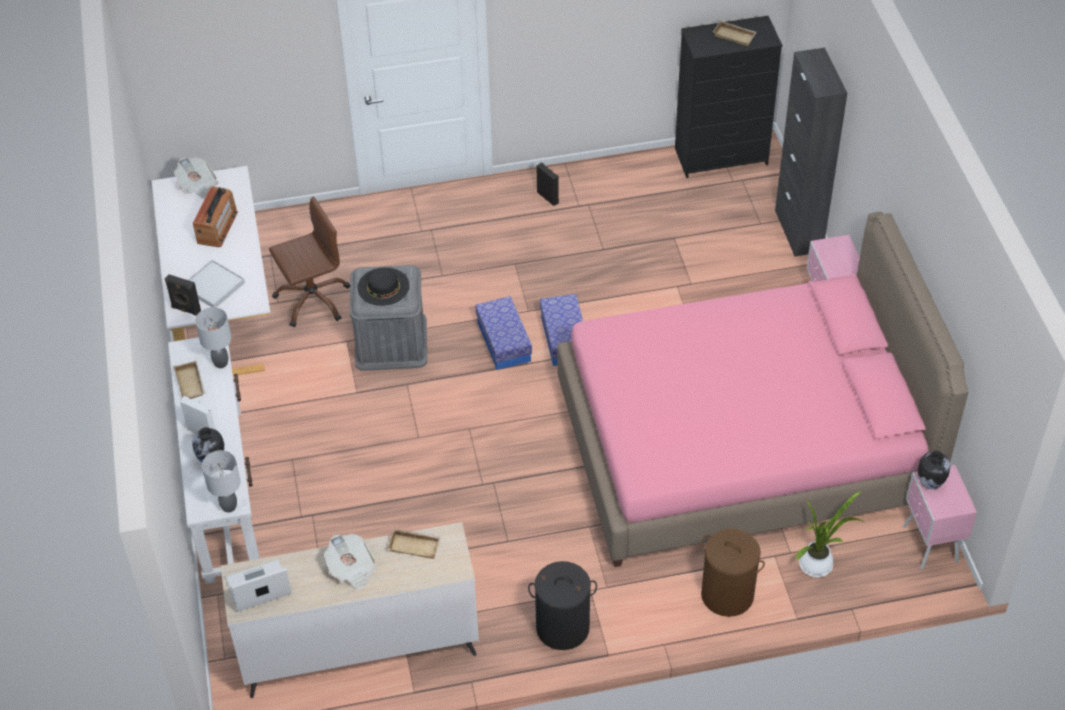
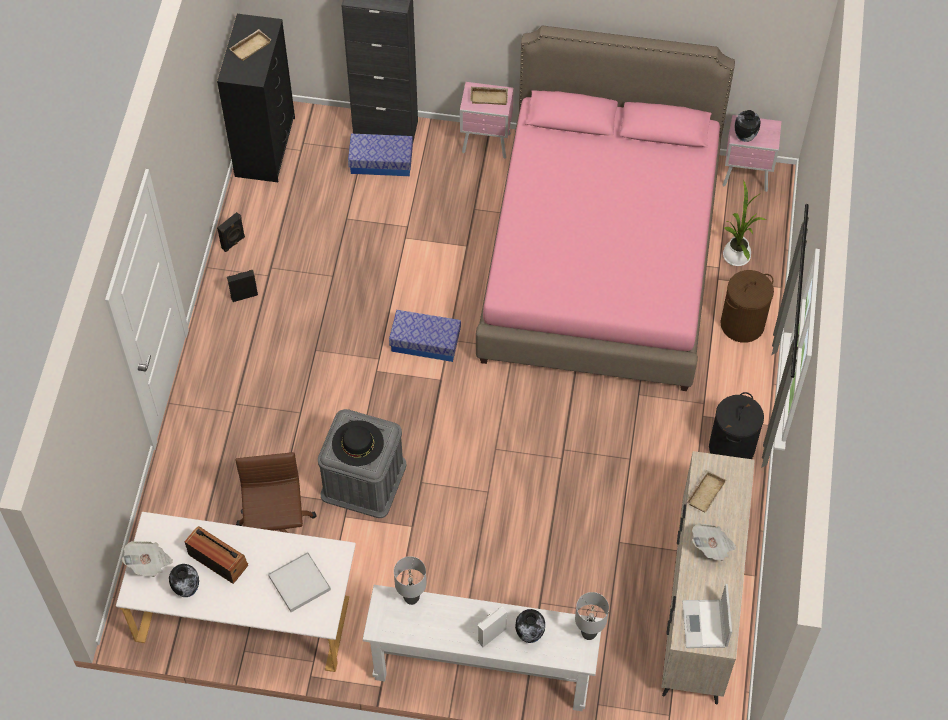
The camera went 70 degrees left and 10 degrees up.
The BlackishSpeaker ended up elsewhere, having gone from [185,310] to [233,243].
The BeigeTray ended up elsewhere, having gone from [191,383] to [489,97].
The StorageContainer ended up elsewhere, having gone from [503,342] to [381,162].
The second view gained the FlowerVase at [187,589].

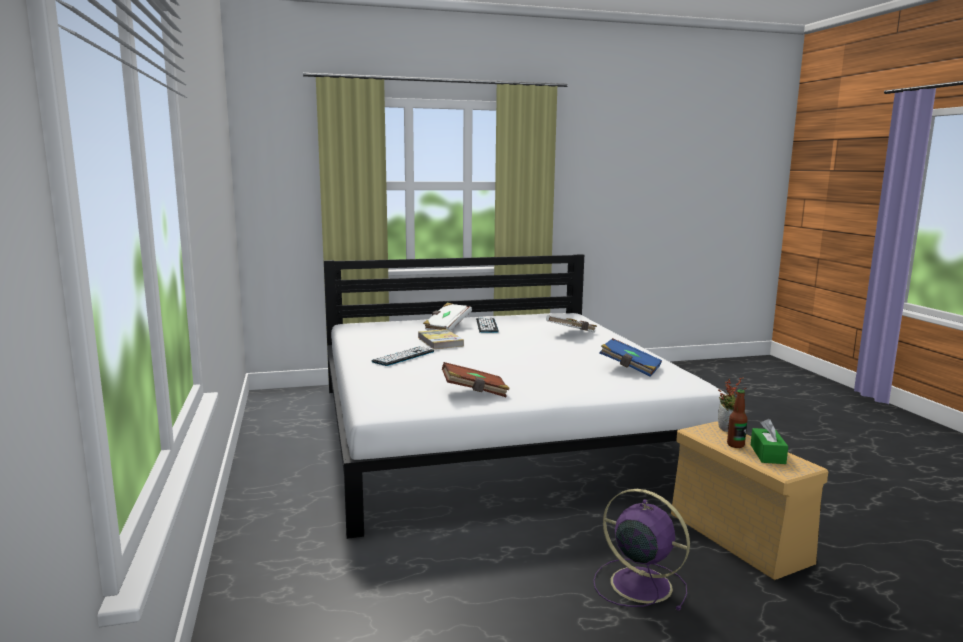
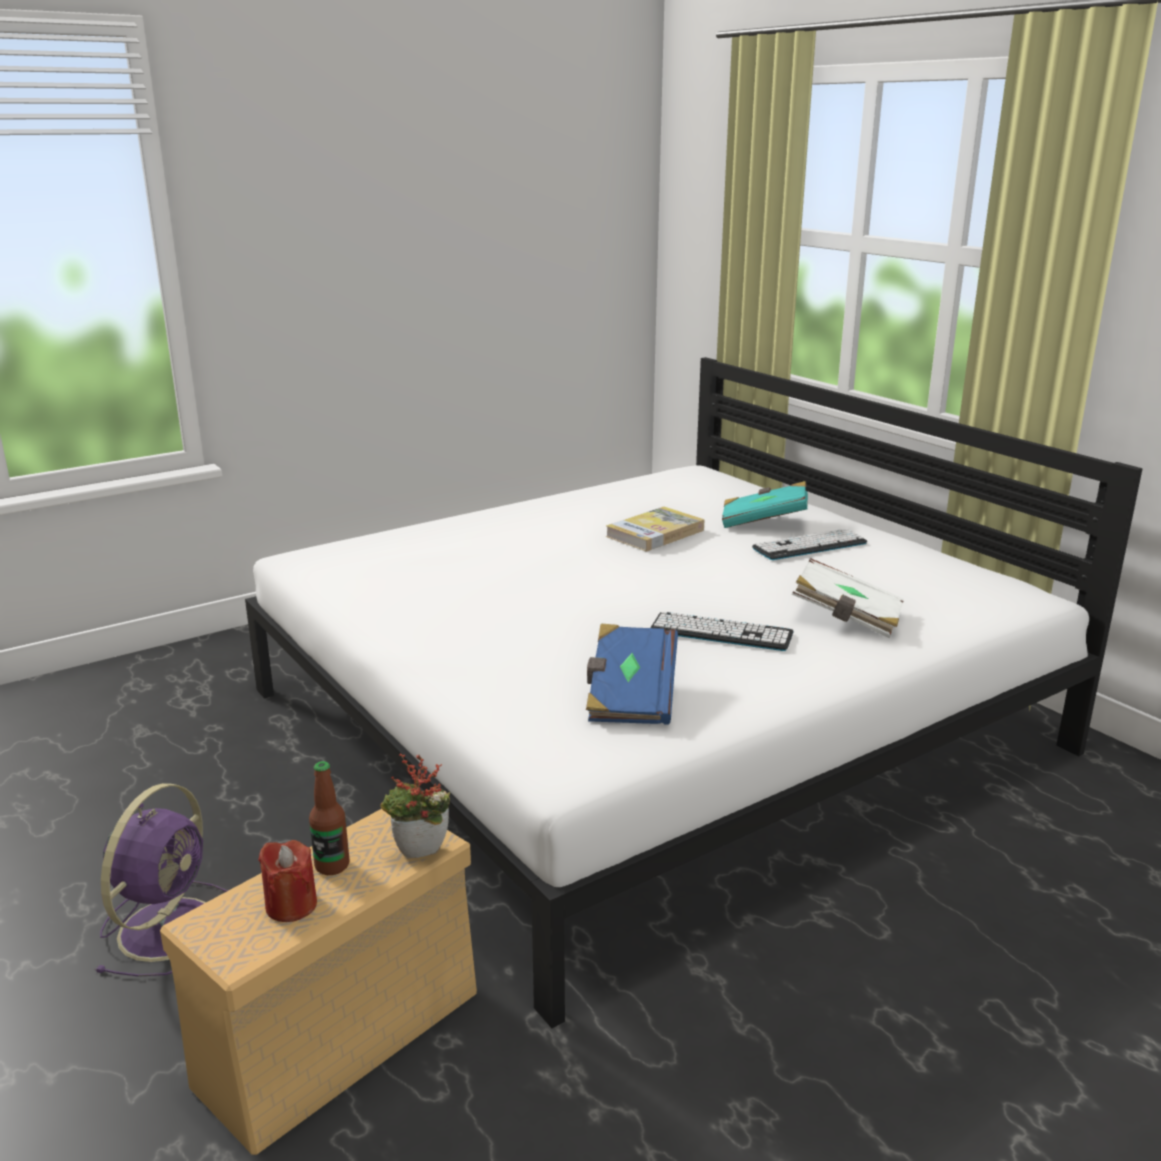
The camera went 70 degrees right and 10 degrees up.
The ComputerKeyboard ended up elsewhere, having gone from [403,356] to [721,632].
What was the WhitishBook at [447,327] turned into the TurquoiseColouredBook at [763,522].
The second view lost the BrownBook at [475,392].
Where the GreenTissueBox stood at [767,454], the RedWaxLight came to stand at [291,905].

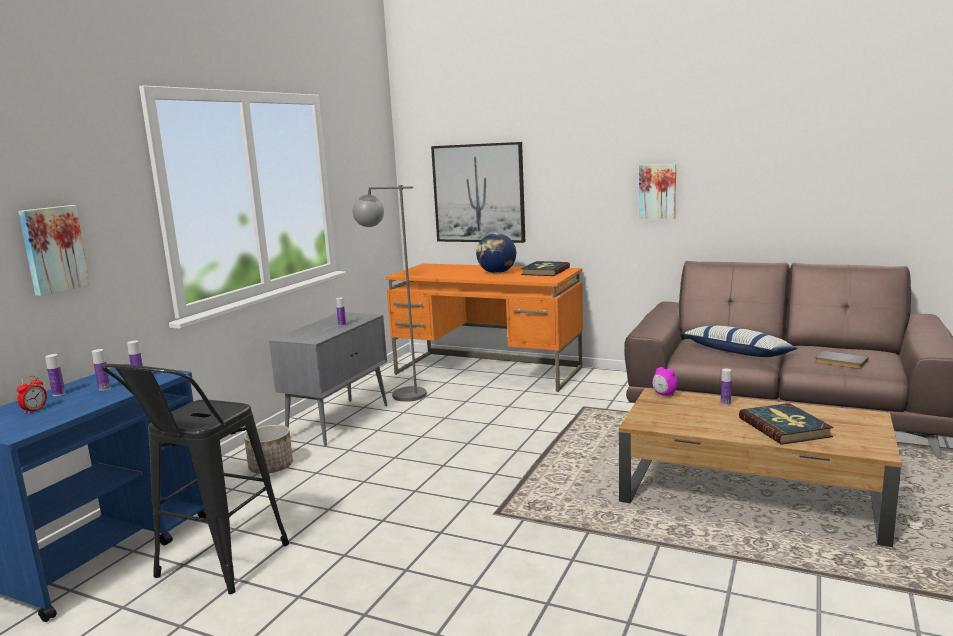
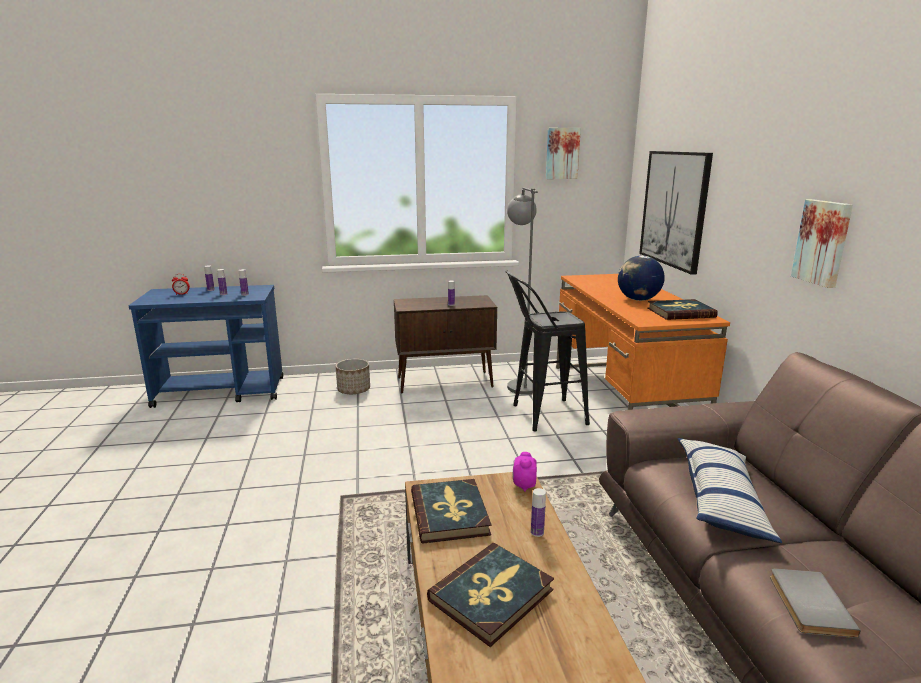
The camera went 55 degrees right and 5 degrees up.
The Picture ended up elsewhere, having gone from [53,249] to [562,153].
The BlackishSittingStool ended up elsewhere, having gone from [213,568] to [541,415].
What was the GreyCupboard at [339,421] turned into the BrownCupboard at [446,382].
The second view gained the Book at [450,514].

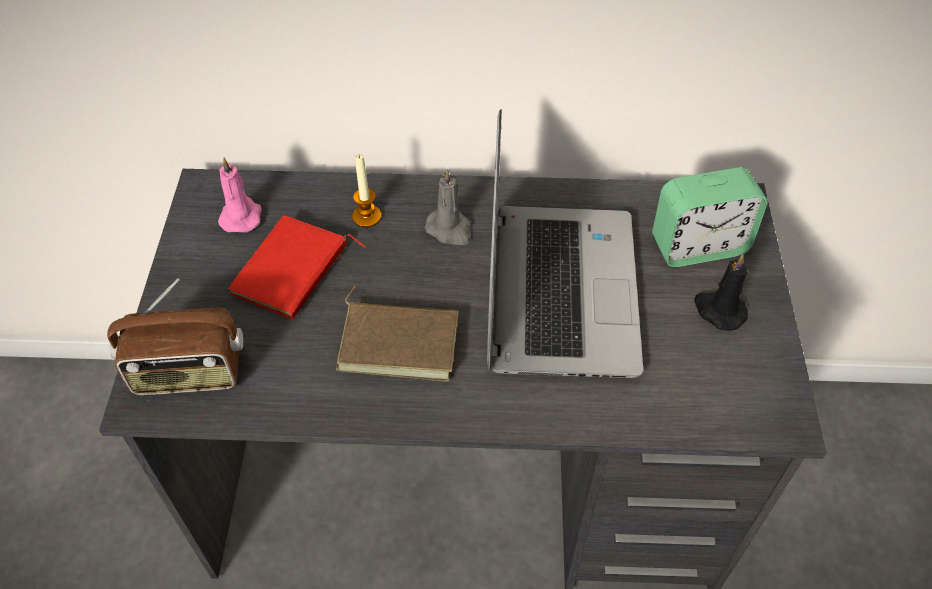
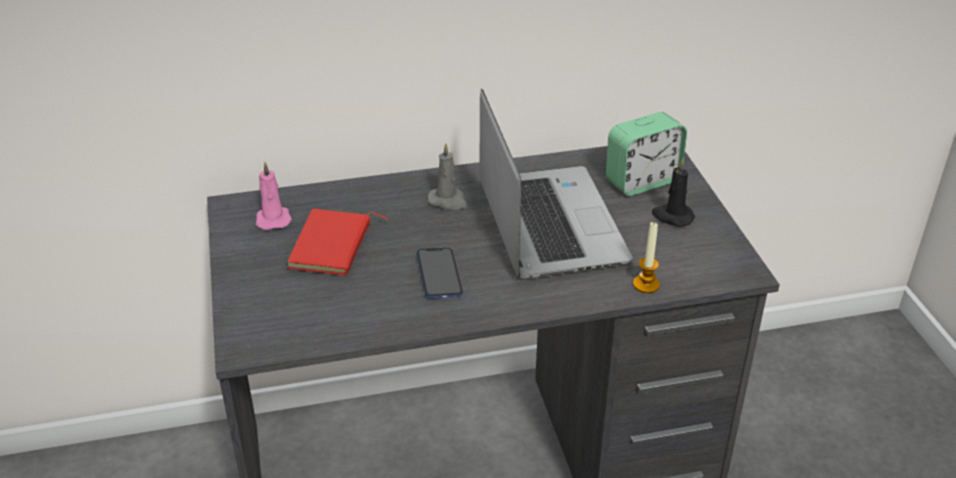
The camera went 15 degrees left and 15 degrees down.
The second view lost the Radio at [188,373].
Where the BrownBook stood at [400,341], the Phone came to stand at [439,274].
The WaxLight ended up elsewhere, having gone from [366,216] to [646,284].

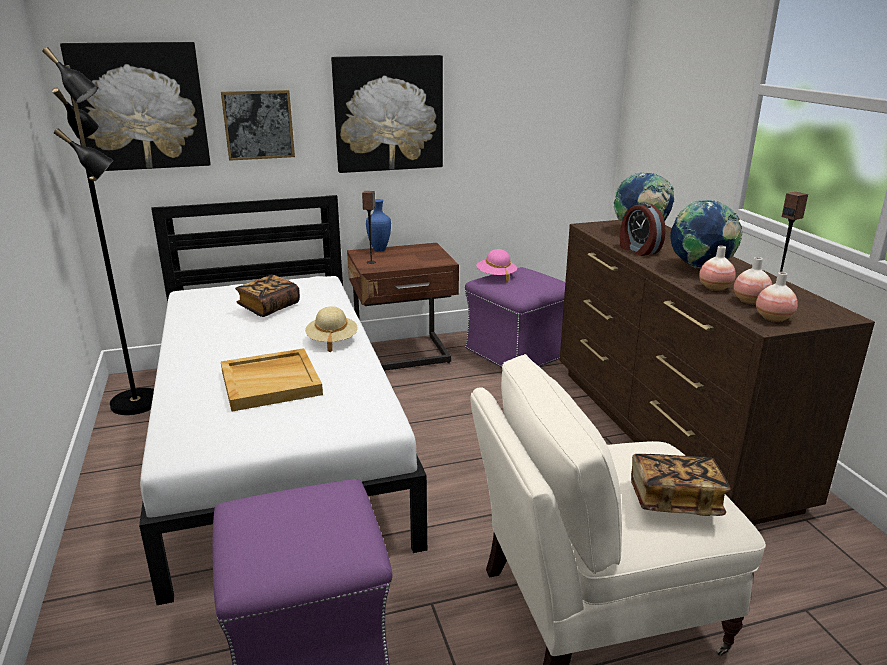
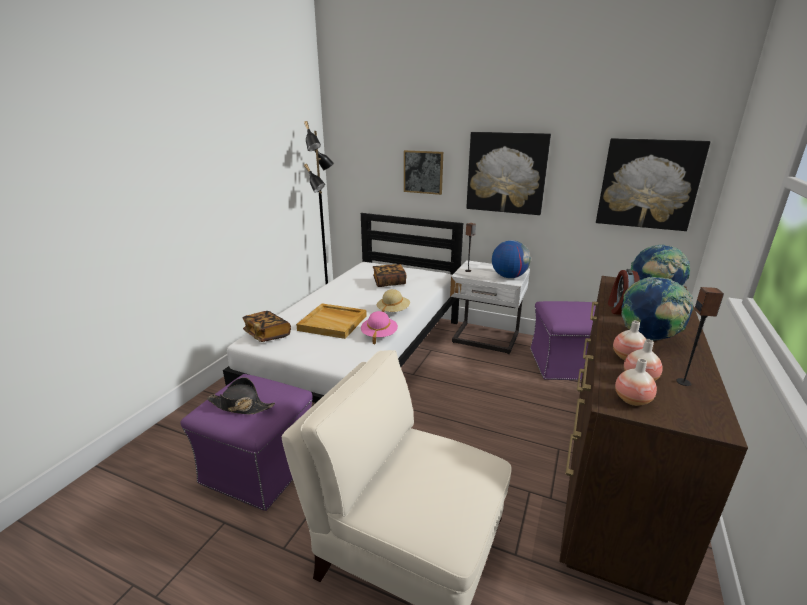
The camera went 40 degrees right and 0 degrees up.
The Picture ended up elsewhere, having gone from [140,106] to [648,184].
What was the BrownBedsideTable at [404,356] turned into the WhitishBedsideTable at [485,339].
The second view lost the BluishFlowerVase at [378,250].
The PinkWearableHat ended up elsewhere, having gone from [496,276] to [379,335].
The Book ended up elsewhere, having gone from [674,500] to [267,334].
The second view gained the BlackishWearableHat at [240,406].
The second view gained the DeskGlobe at [509,277].

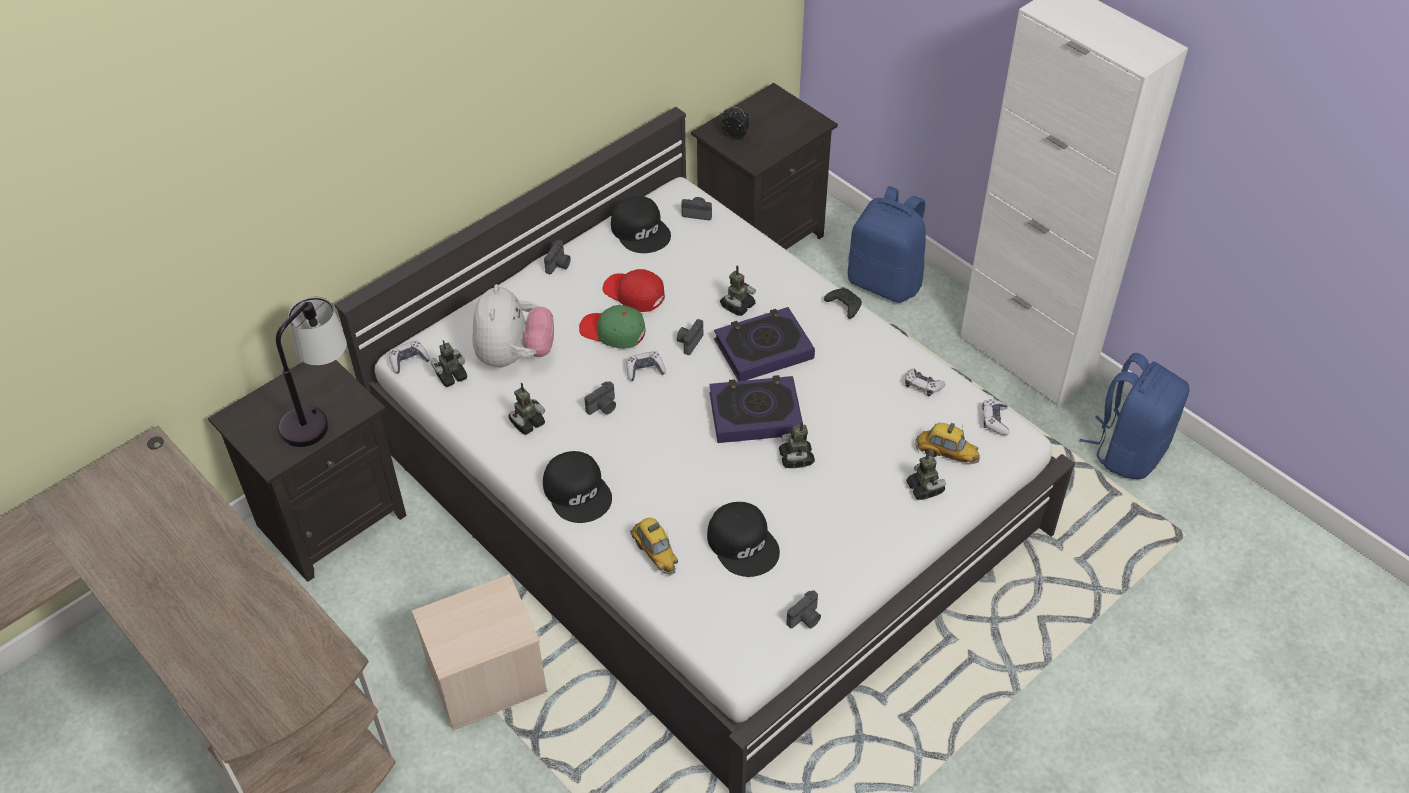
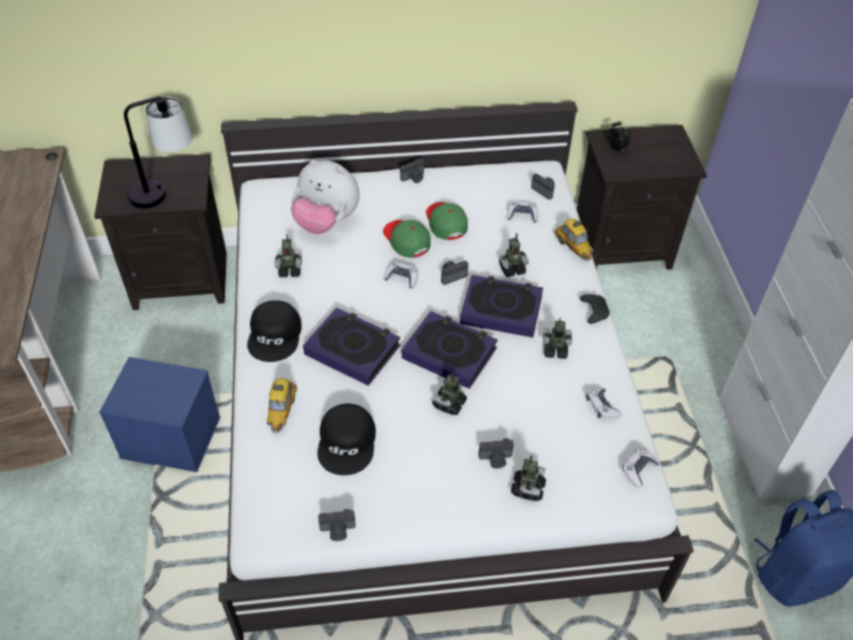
The camera went 35 degrees right and 0 degrees up.
The Gamepad ended up elsewhere, having gone from [409,360] to [522,215].
What was the BeigeStorageContainer at [485,679] turned into the BluishStorageContainer at [169,438].
The ToyRobot ended up elsewhere, having gone from [451,376] to [555,349].
The SoftToy at [514,356] ended up facing another way, 75 degrees clockwise from before.
The PhotoCamera ended up elsewhere, having gone from [603,407] to [496,459].
What was the RedCap at [634,294] turned into the GreenCap at [445,223].
The second view lost the BlackishCap at [641,230].
The second view lost the BluishBackpack at [885,282].
The MiniatureCar ended up elsewhere, having gone from [946,454] to [573,247].
The second view gained the Book at [352,350].

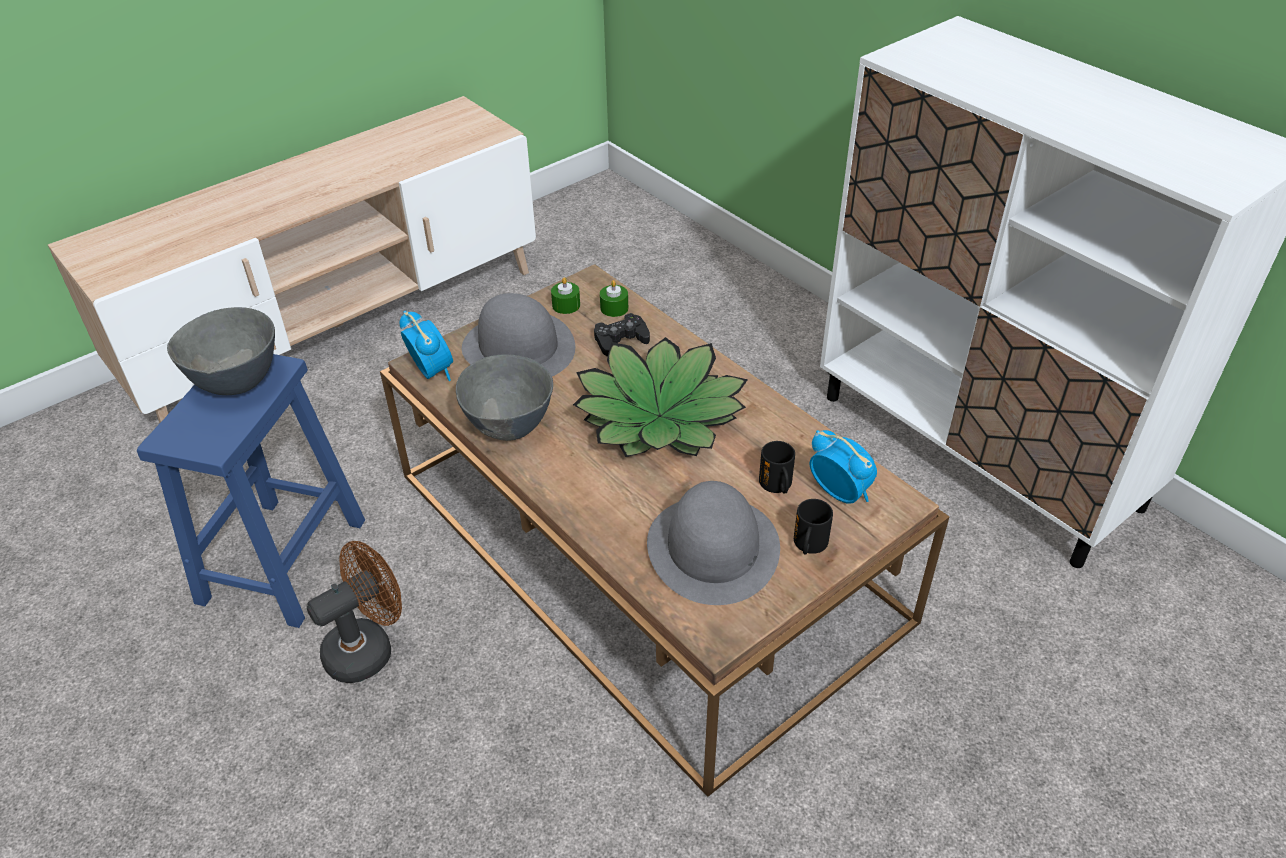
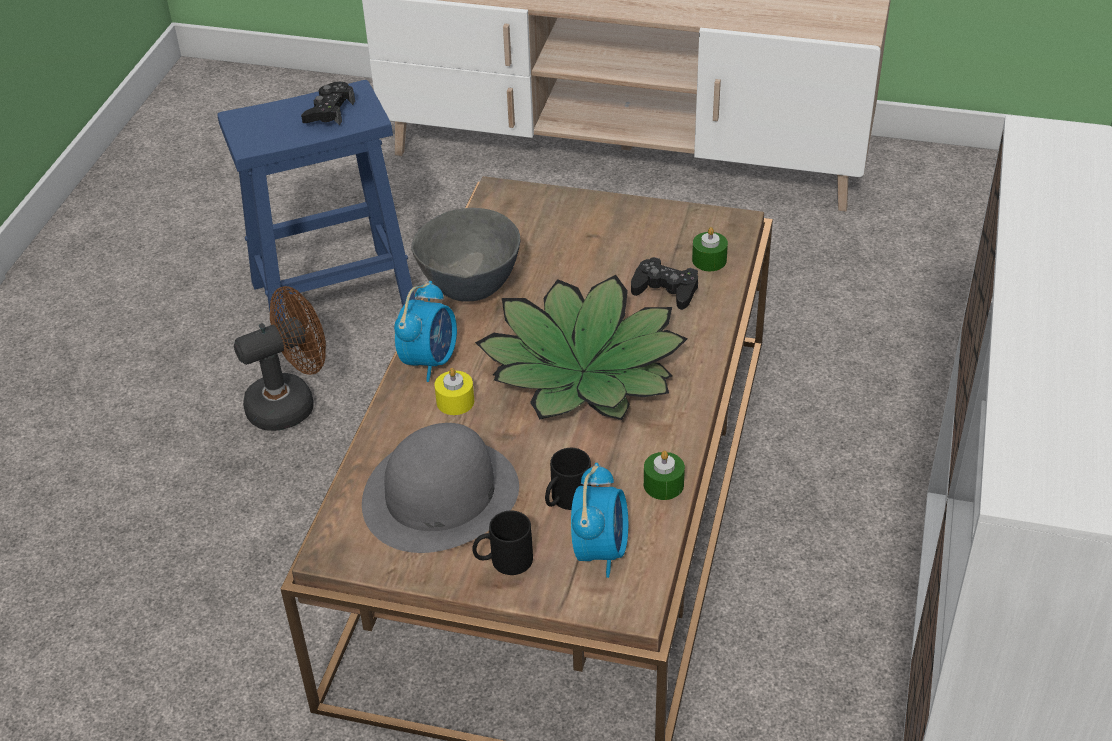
The camera went 55 degrees right and 0 degrees up.
Where the GreyServingBowl stood at [238,384], the BlackishGamepad came to stand at [329,111].
The BrownElectricFan at [368,648] ended up facing another way, 45 degrees counterclockwise from before.
The TableClock ended up elsewhere, having gone from [431,371] to [430,360].
The second view lost the GreyWearableHat at [518,347].
The GreenWaxLight ended up elsewhere, having gone from [566,305] to [663,484].
The second view gained the YellowColouredWaxLight at [455,401].

